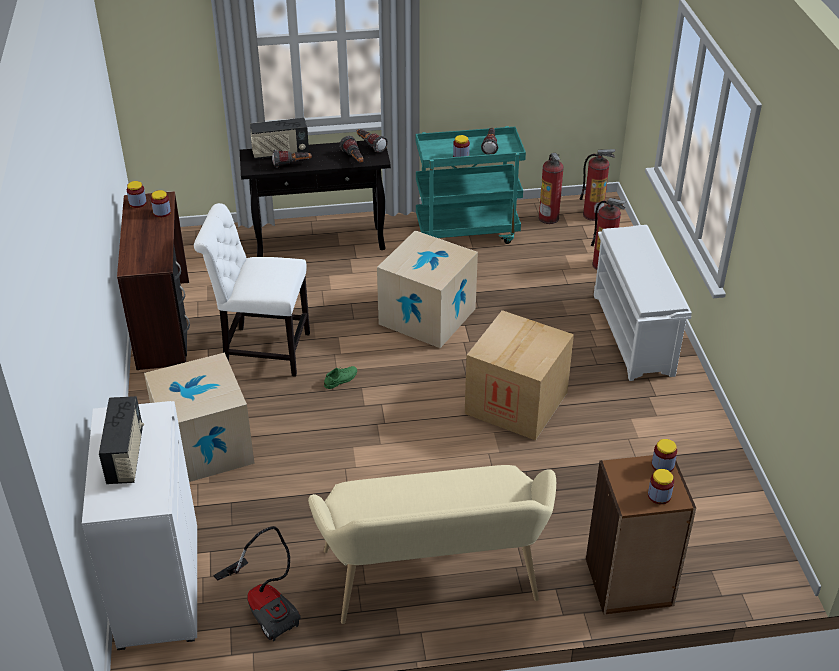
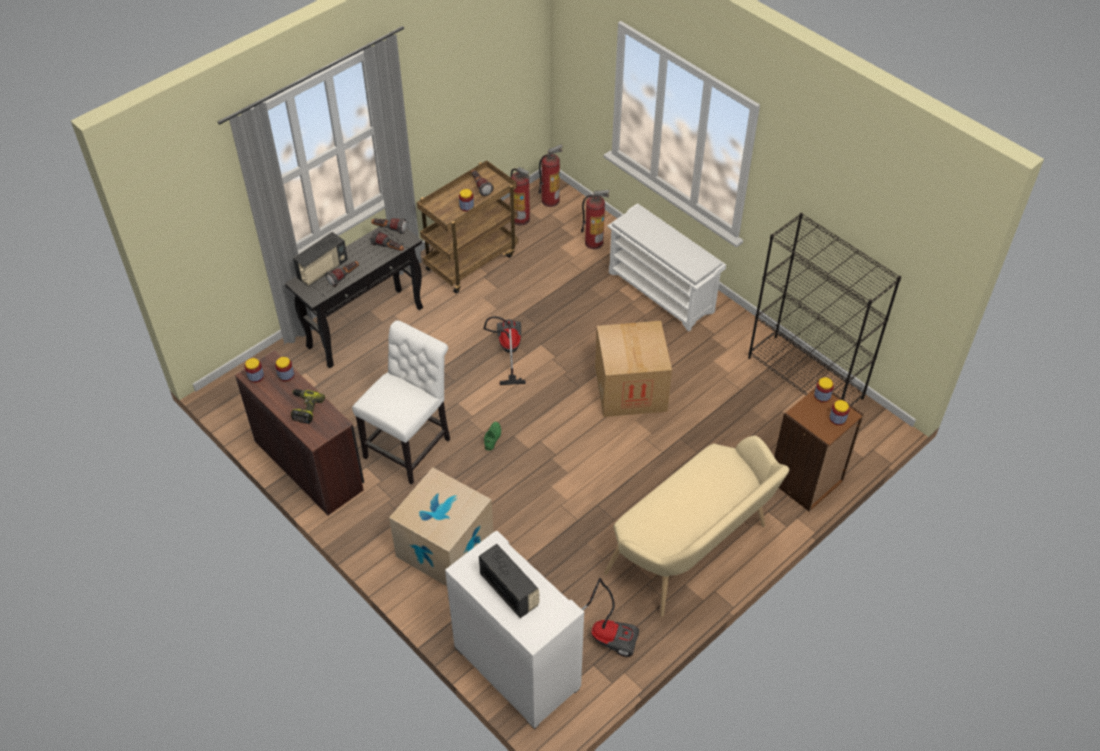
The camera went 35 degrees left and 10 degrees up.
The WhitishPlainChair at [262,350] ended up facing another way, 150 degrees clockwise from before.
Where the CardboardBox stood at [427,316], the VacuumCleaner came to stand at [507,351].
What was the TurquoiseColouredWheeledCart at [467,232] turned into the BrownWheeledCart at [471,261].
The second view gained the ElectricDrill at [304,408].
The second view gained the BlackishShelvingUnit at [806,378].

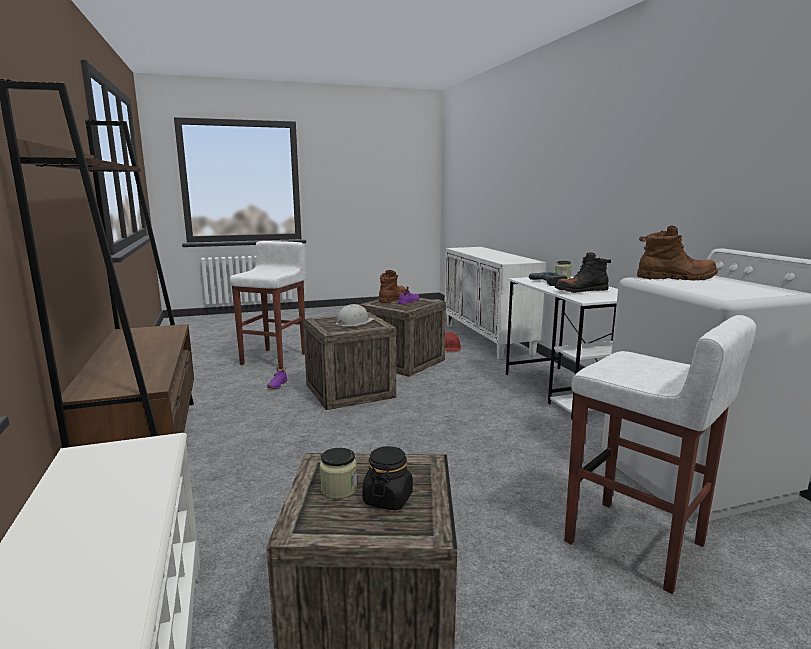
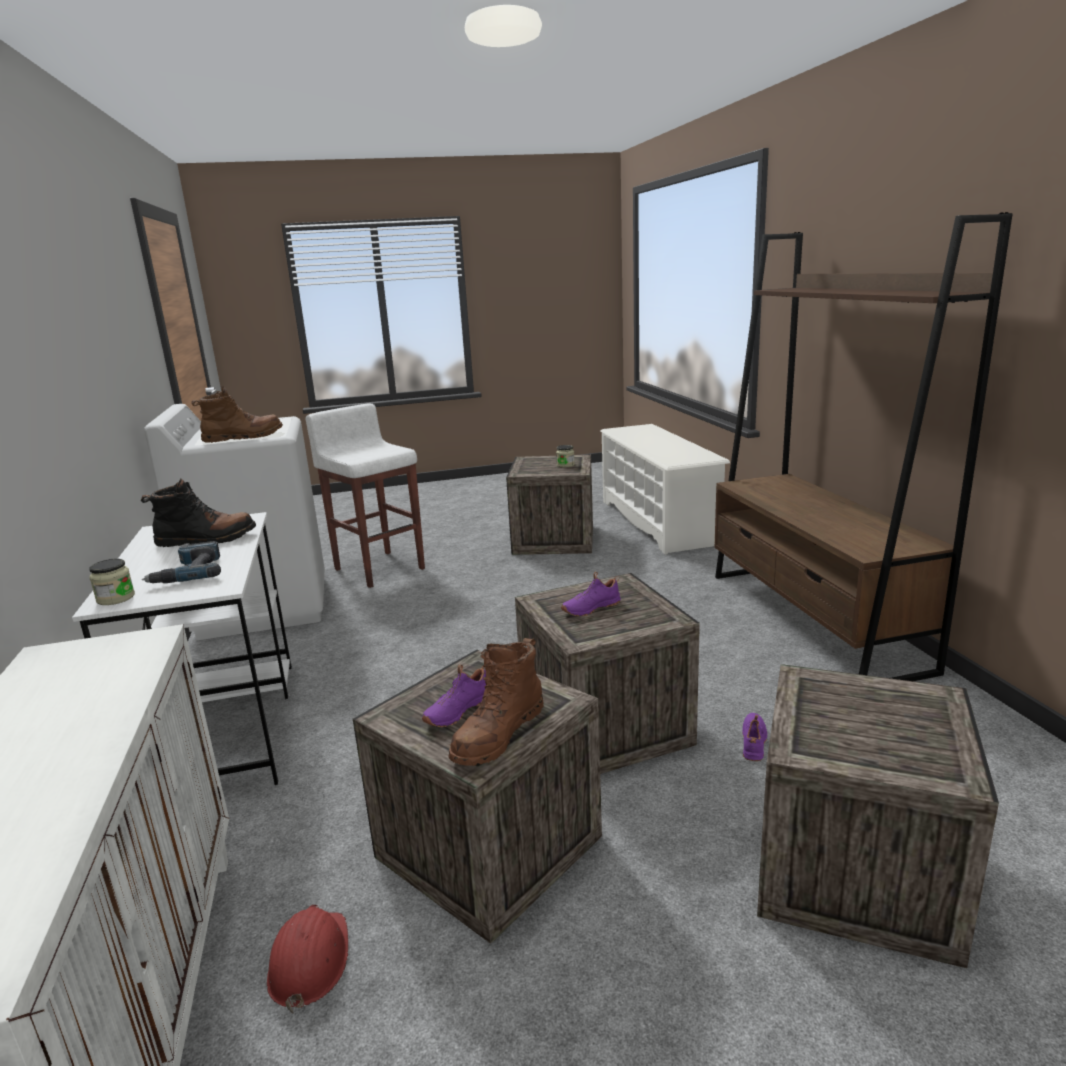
The camera went 175 degrees left and 5 degrees up.
Where the WhitishSittingStool stood at [275,358], the Crate came to stand at [855,871].
Where the WhitishWorkHelmet stood at [354,323], the PurpleColouredItemOfFootwear came to stand at [590,608].
The second view lost the BlackishJar at [388,499].
The BrownTallBoot at [676,278] ended up facing another way, 150 degrees clockwise from before.

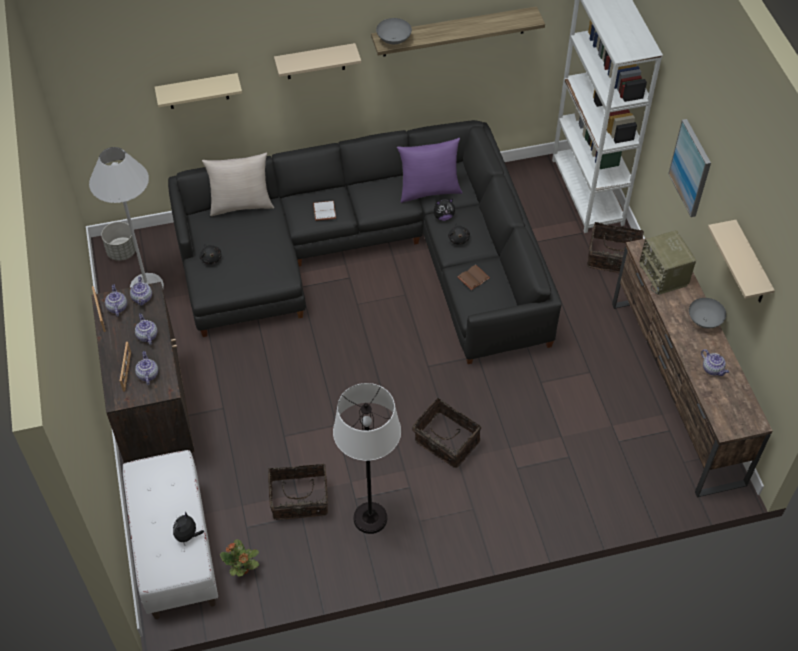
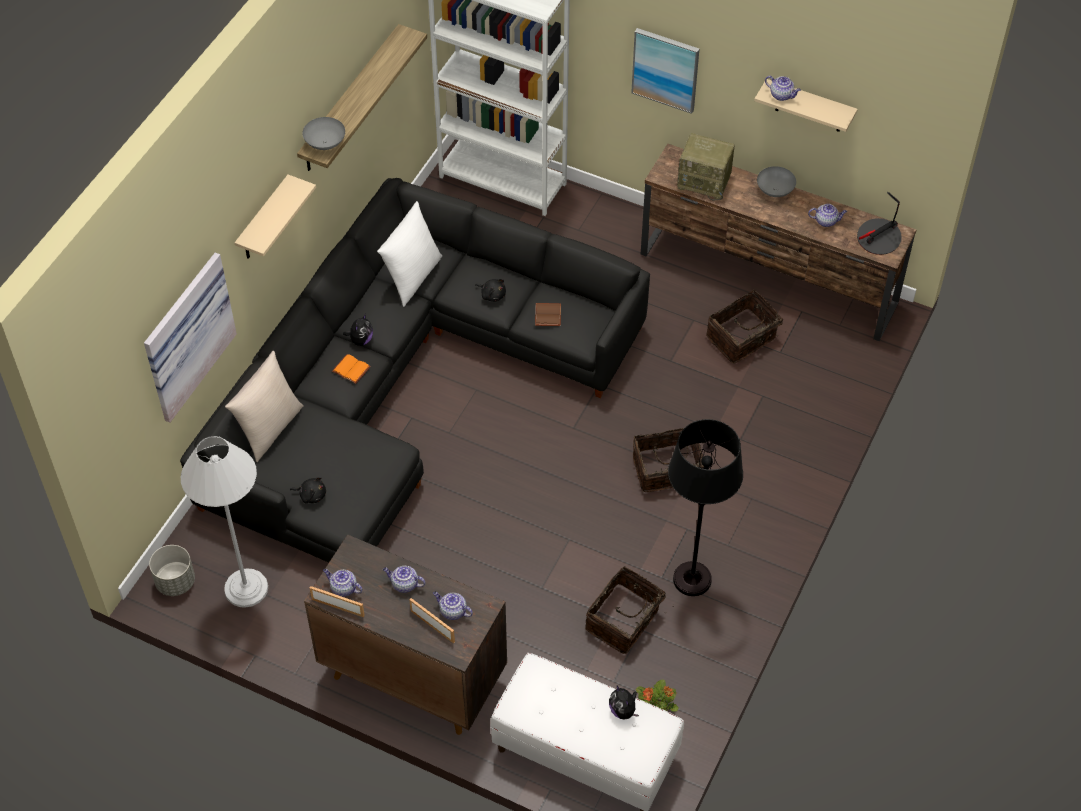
The camera went 50 degrees left and 0 degrees up.
The Teapot ended up elsewhere, having gone from [142,298] to [782,95].
Where the BeigeBracketShelf hung at [198,91], the Picture came to hang at [185,335].
What was the WhitishBook at [323,211] turned into the OrangeBook at [350,370].
What was the WhitishFloorLamp at [370,518] turned into the BlackishFloorLamp at [691,579].
What was the PurpleColouredPillow at [429,190] turned into the WhitishPillow at [412,277].
The SoftToy ended up elsewhere, having gone from [443,216] to [361,340].
The HouseholdBasket ended up elsewhere, having gone from [612,259] to [742,339].
The second view gained the TableLamp at [878,238].

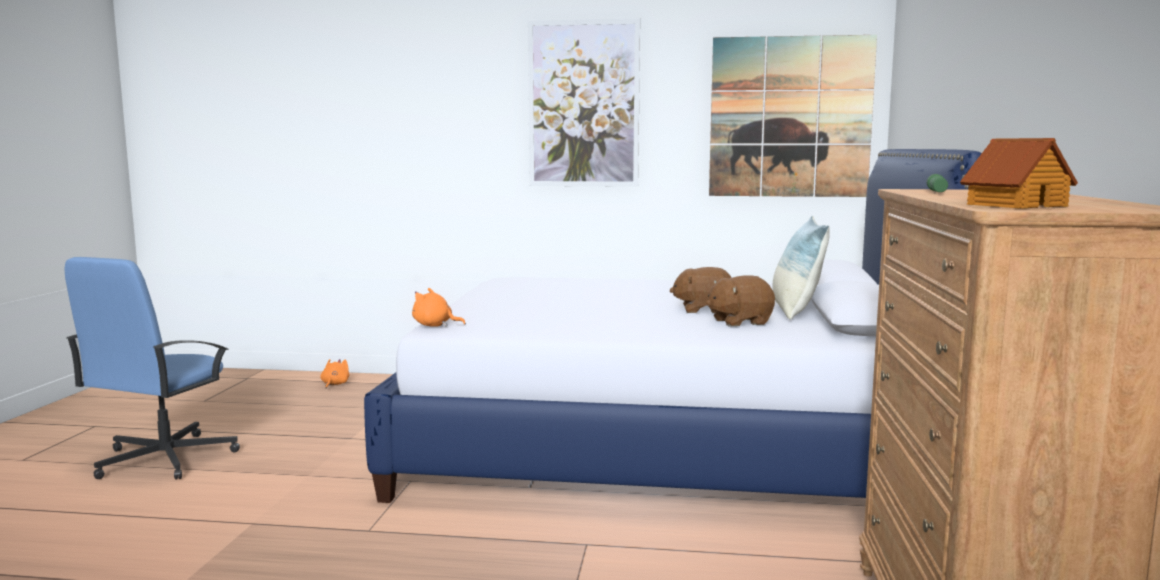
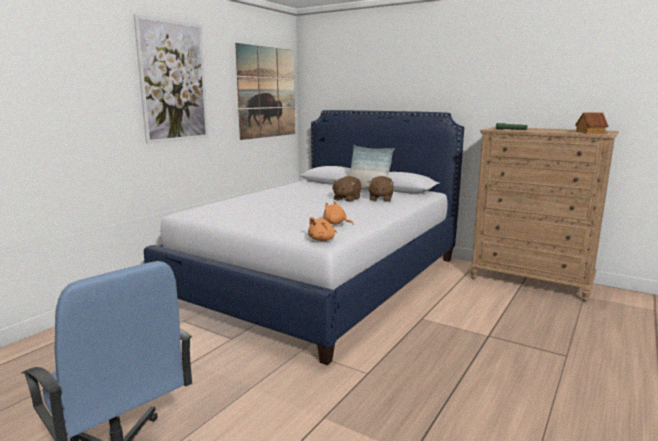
The camera went 65 degrees left and 5 degrees up.
The OrangeSoftToy ended up elsewhere, having gone from [334,384] to [336,223].

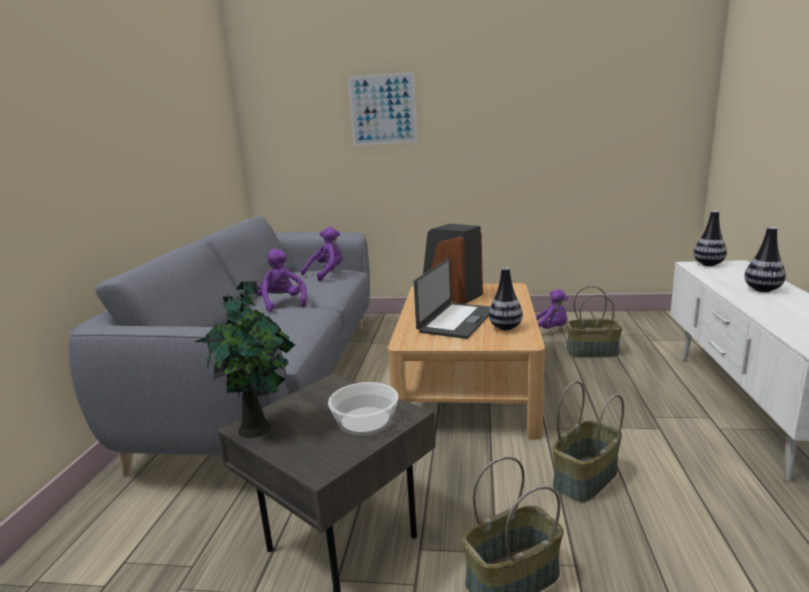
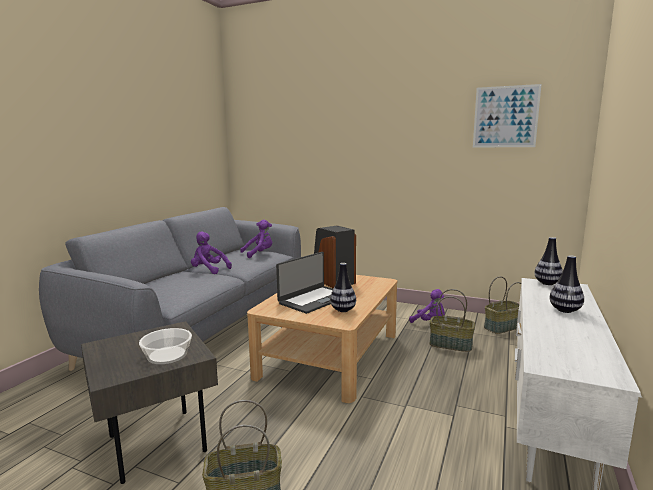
The camera went 15 degrees right and 5 degrees down.
The second view lost the PlantInAPot at [258,428].
The PurpleColouredSoftToy at [282,303] ended up facing another way, 60 degrees counterclockwise from before.
The Picture ended up elsewhere, having gone from [383,109] to [505,117].
The HouseholdBasket ended up elsewhere, having gone from [586,479] to [502,327].

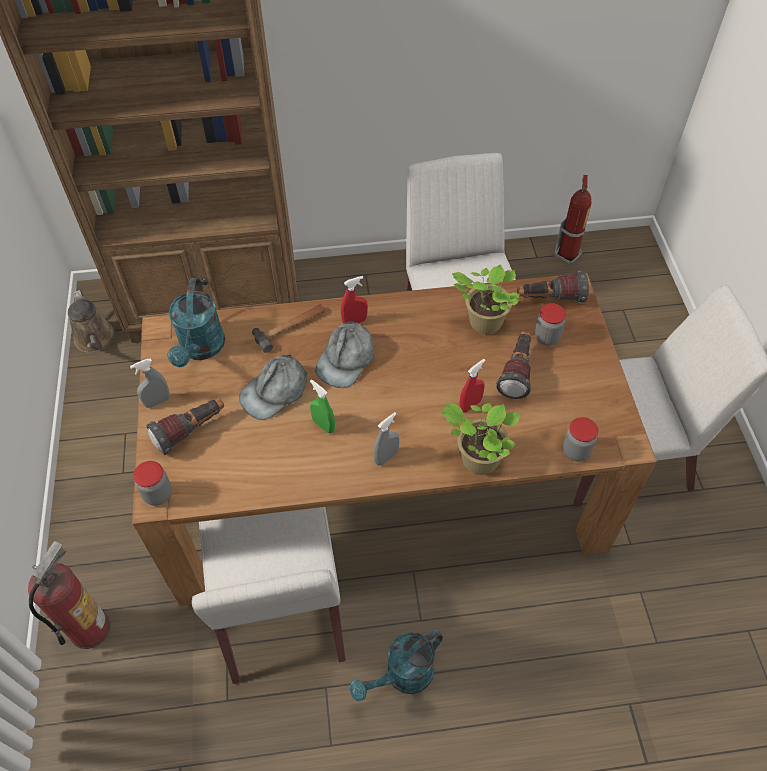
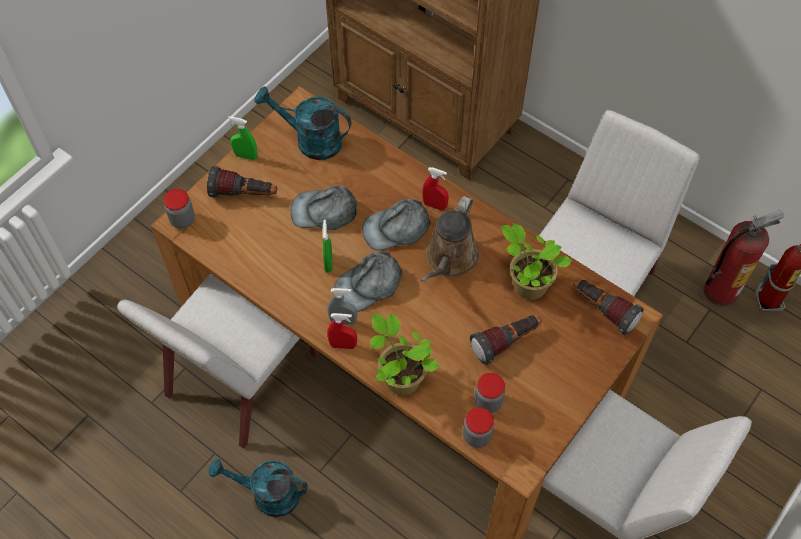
The camera went 45 degrees right and 5 degrees up.
The FireExtinguisher ended up elsewhere, having gone from [89,628] to [721,290].
The BrownWateringCan ended up elsewhere, having gone from [95,340] to [449,259].
What was the GreySprayer at [157,401] turned into the GreenSprayer at [246,156].
The TurquoiseColouredWateringCan at [201,349] ended up facing another way, 60 degrees clockwise from before.
The second view lost the Hammer at [291,328].
The RedSprayer ended up elsewhere, having gone from [470,405] to [343,345].
The Jar ended up elsewhere, having gone from [546,337] to [488,402].
The second view gained the GreyCap at [369,284].

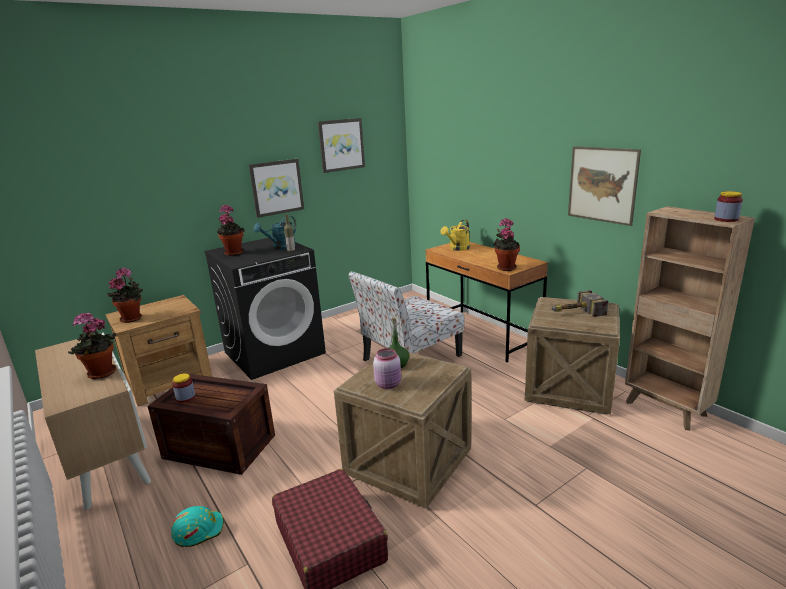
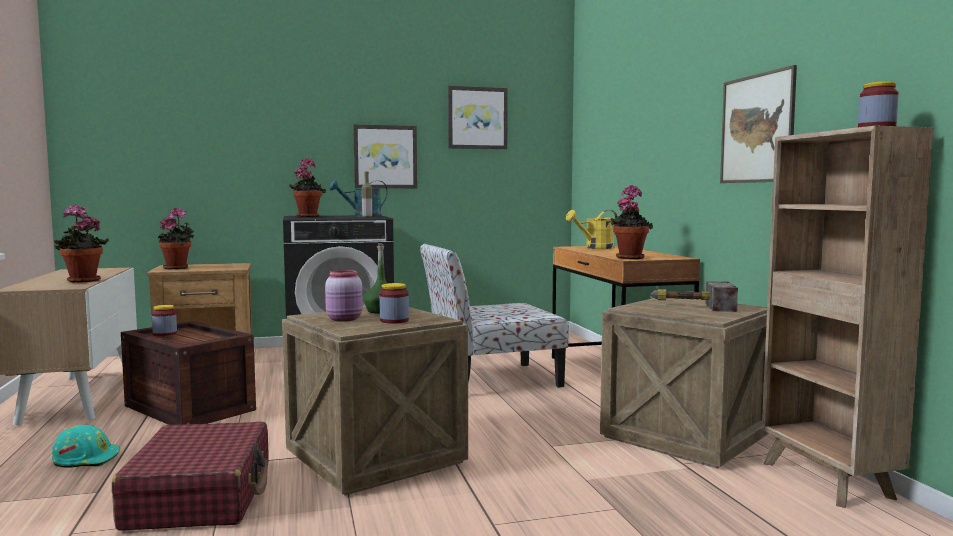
The camera went 20 degrees right and 15 degrees down.
The second view gained the Jar at [394,321].

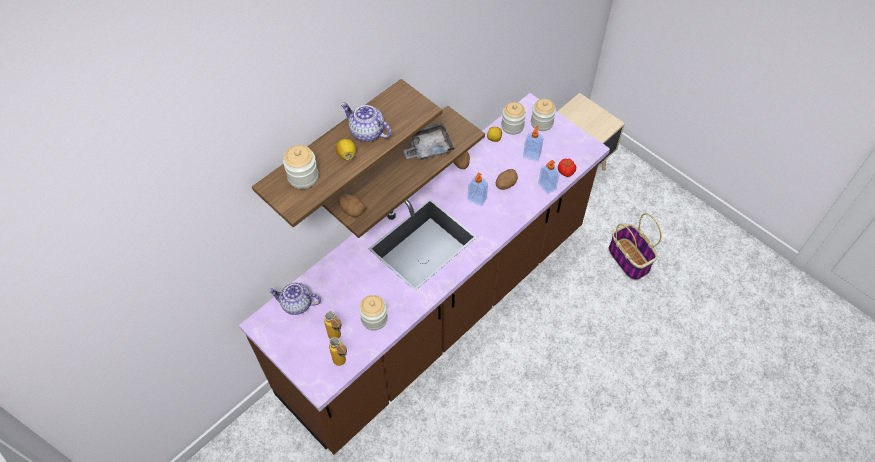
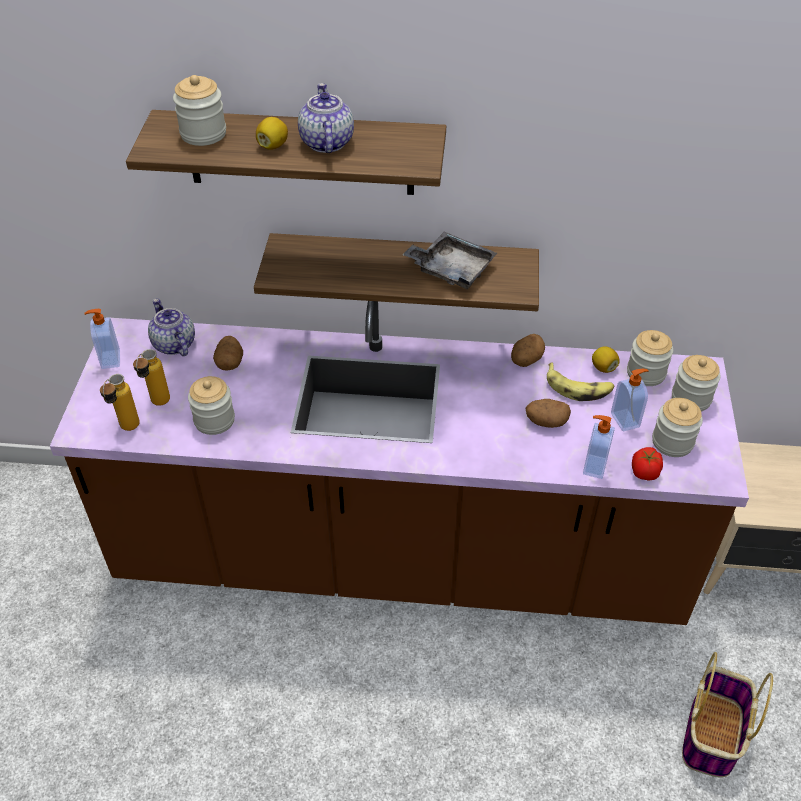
The camera went 50 degrees right and 10 degrees down.
The WholePotato ended up elsewhere, having gone from [352,210] to [230,362].
The SoapBottle ended up elsewhere, having gone from [476,200] to [109,359].
The second view gained the WholeBanana at [578,388].
The second view gained the Jar at [672,442].

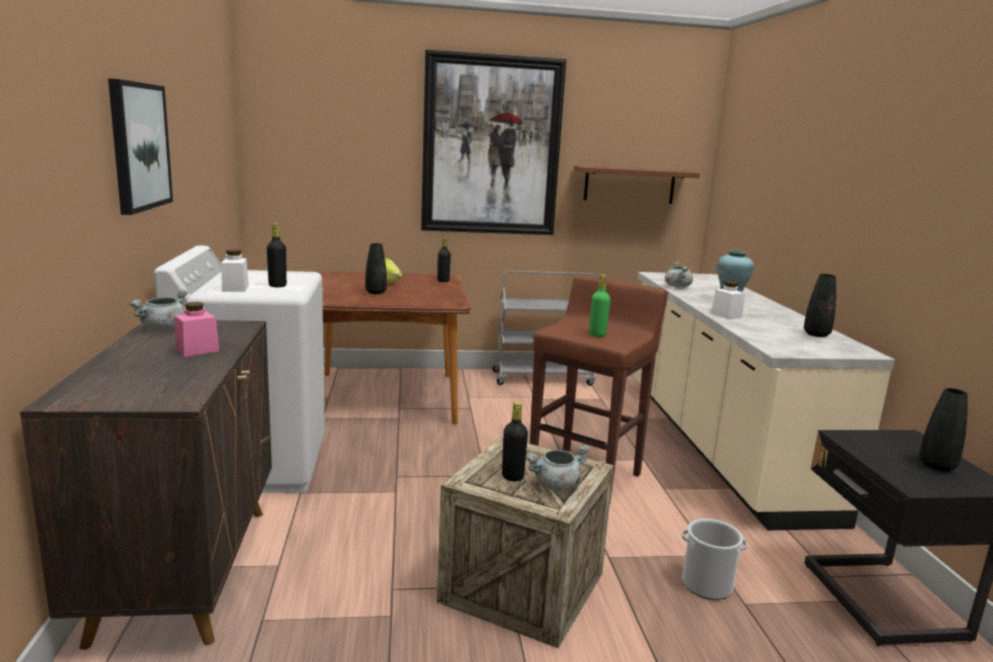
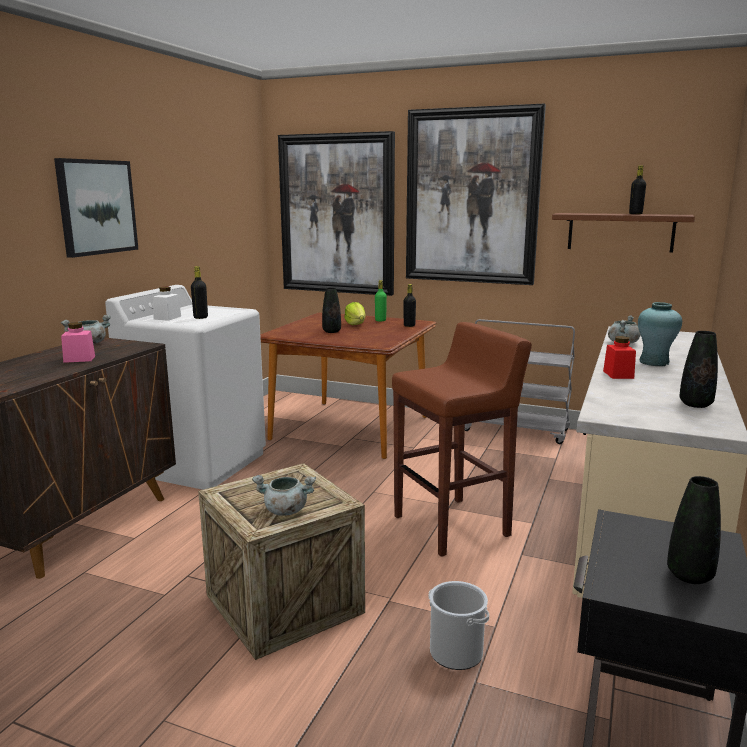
The camera went 30 degrees right and 0 degrees up.
The BlackishBeverageBottle ended up elsewhere, having gone from [512,476] to [635,214].
The GreenBeverageBottle ended up elsewhere, having gone from [597,334] to [380,320].
What was the WhitishJar at [726,315] turned into the RedJar at [618,374].
The second view gained the Picture at [337,214].

